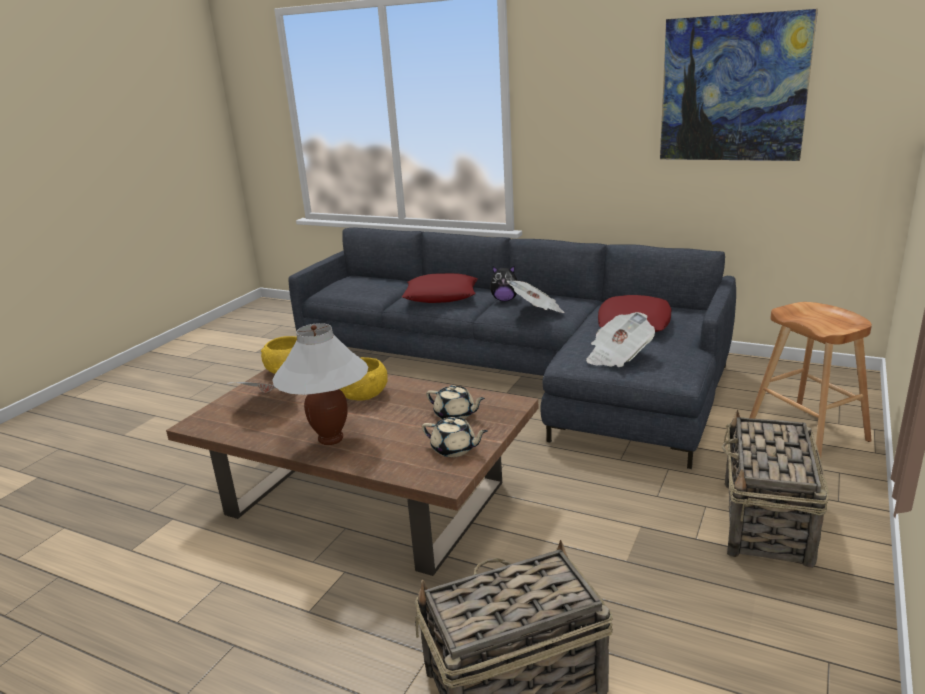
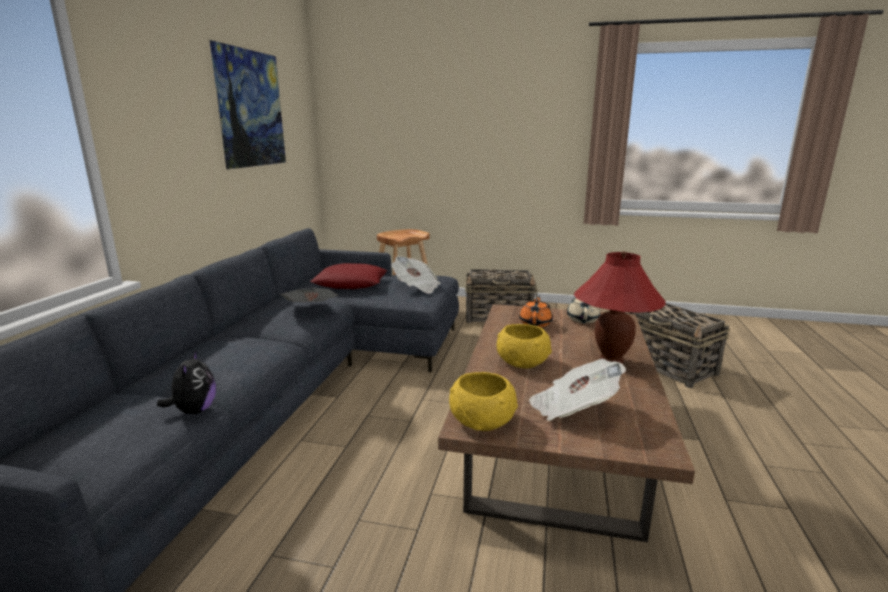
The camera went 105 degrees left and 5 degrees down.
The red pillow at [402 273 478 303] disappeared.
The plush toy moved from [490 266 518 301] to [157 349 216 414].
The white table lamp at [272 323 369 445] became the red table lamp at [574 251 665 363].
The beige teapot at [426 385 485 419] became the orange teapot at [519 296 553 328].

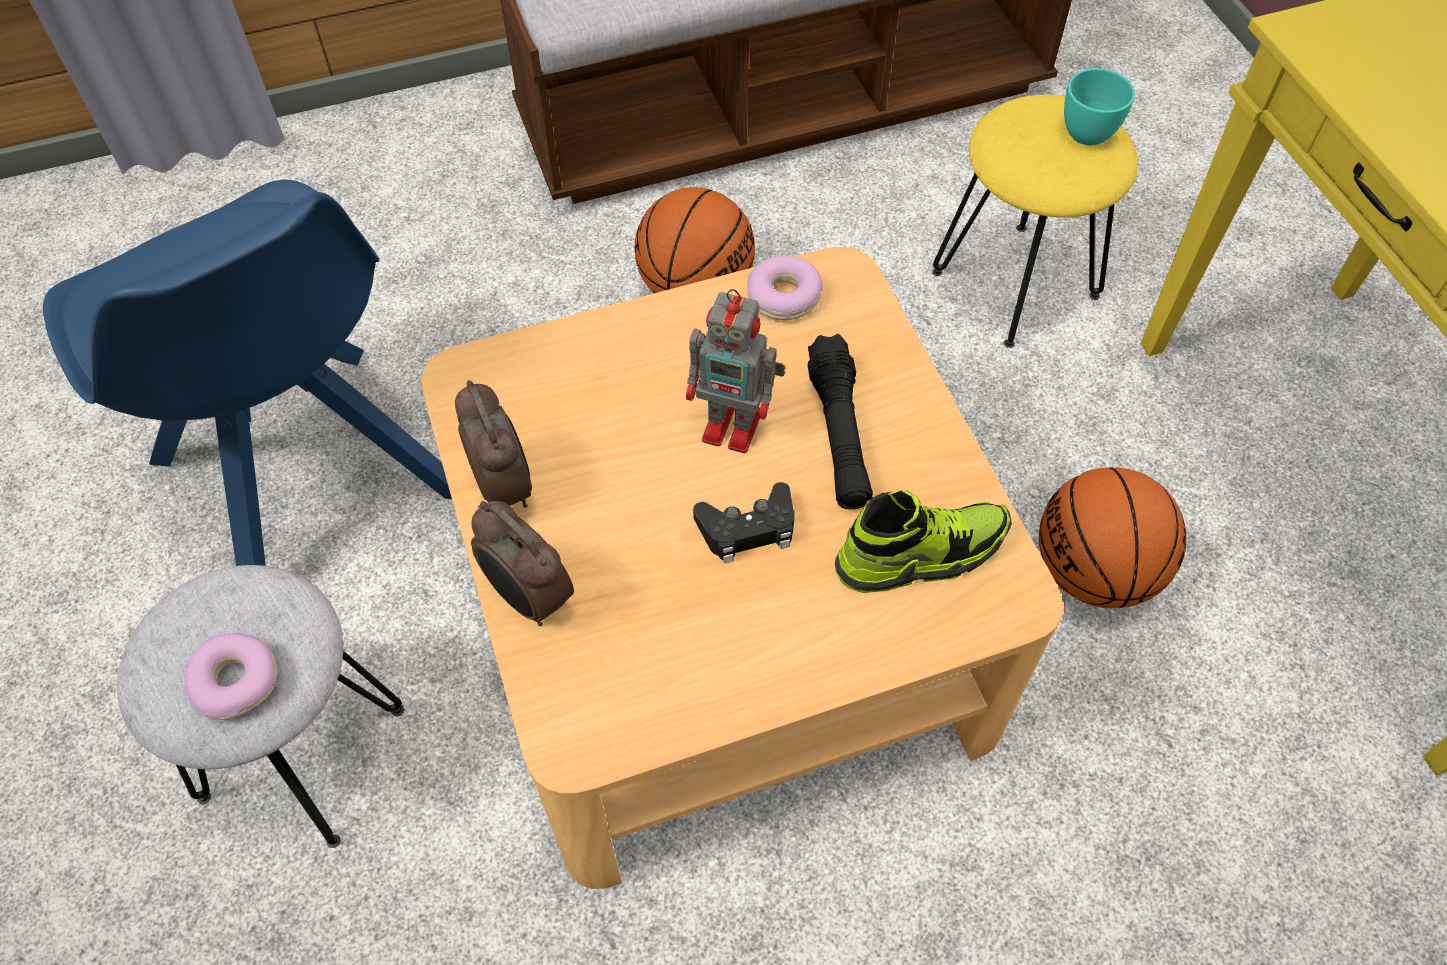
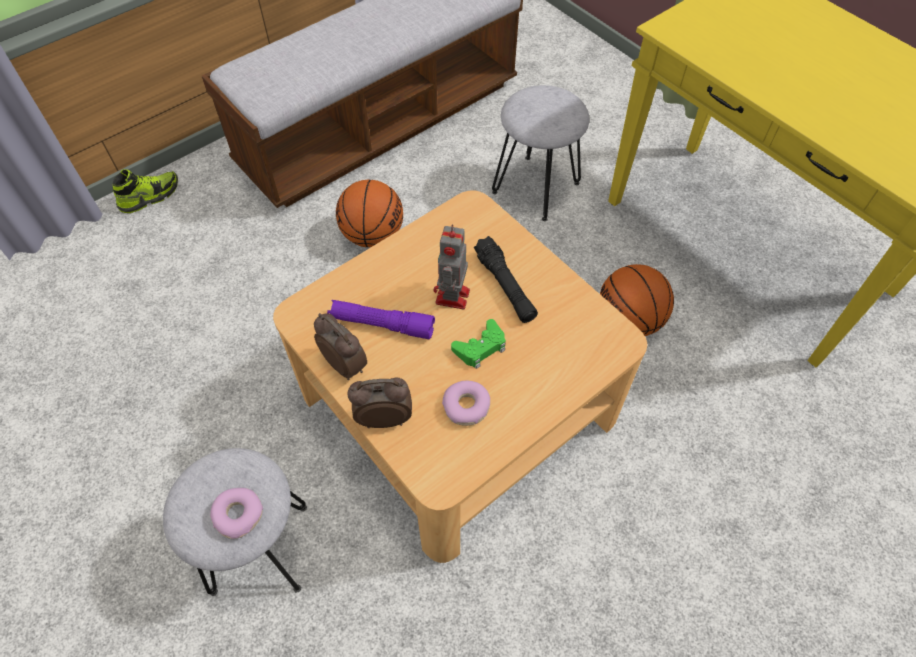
The camera went 20 degrees left and 0 degrees up.
The blue chair at [43 179 452 566] disappeared.
The turquoise cup at [1064 68 1135 145] disappeared.
The purple flashlight at [327 300 435 339] appeared.
The donut moved from [748 255 823 320] to [442 381 490 426].
The shoe moved from [835 490 1012 593] to [112 169 178 213].
The black game controller at [693 482 795 564] became the green game controller at [451 319 506 369].
The yellow stool at [932 95 1138 348] became the grey stool at [492 85 589 221].
The alarm clock at [471 501 574 626] turned 150 degrees clockwise.
The toy robot at [686 289 786 453] turned 105 degrees clockwise.

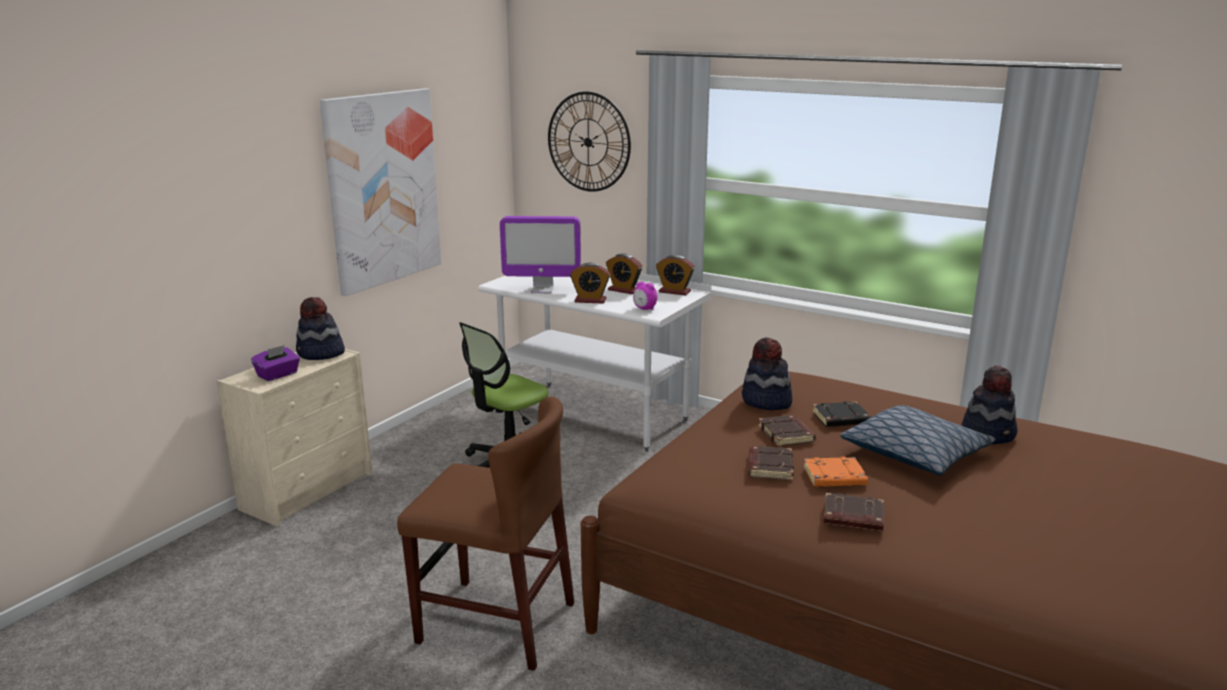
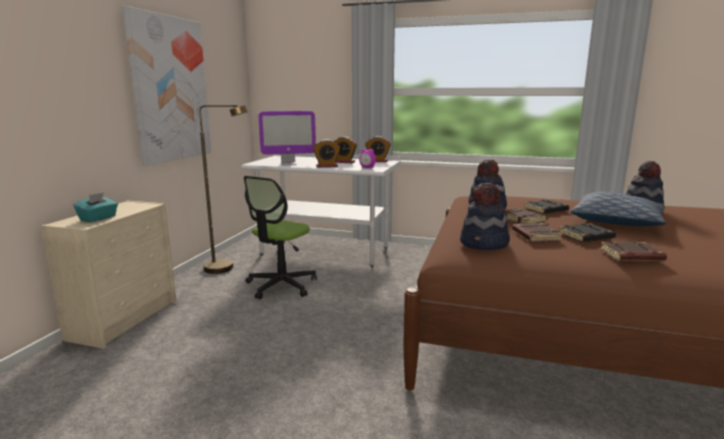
The camera went 15 degrees left and 5 degrees down.
The brown chair at [397 397 574 671] disappeared.
The wall clock at [548 92 631 192] disappeared.
The brown floor lamp at [199 105 248 274] appeared.
The hat moved from [296 297 345 360] to [460 183 510 250].
The purple tissue box at [251 345 300 381] became the turquoise tissue box at [73 192 118 222].
The orange book at [803 457 868 487] became the black book at [559 223 616 242].

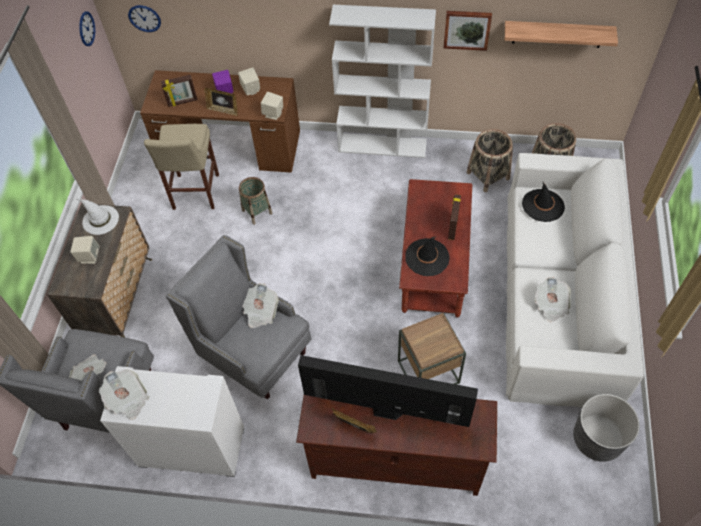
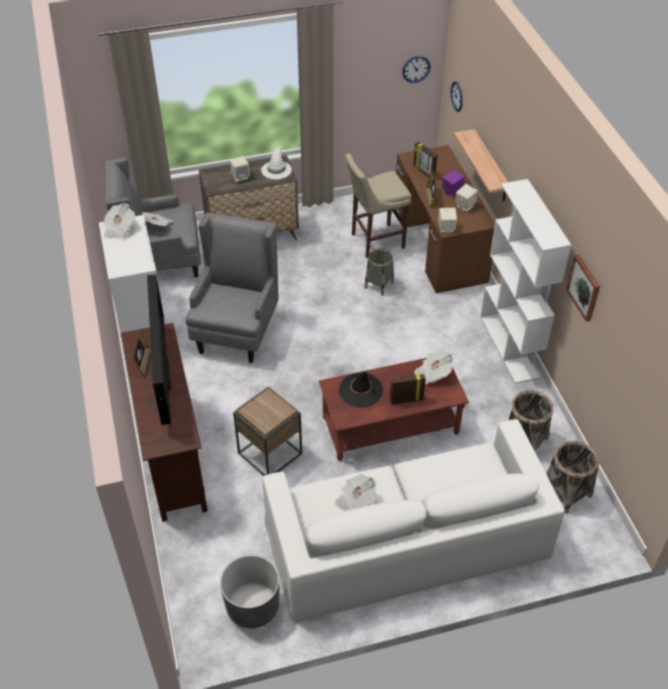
The camera went 65 degrees right and 10 degrees down.
The black hat at [522 182 565 222] disappeared.
The newspaper moved from [243 283 279 328] to [414 350 454 384].
The shelf moved from [505 21 618 48] to [454 129 508 201].

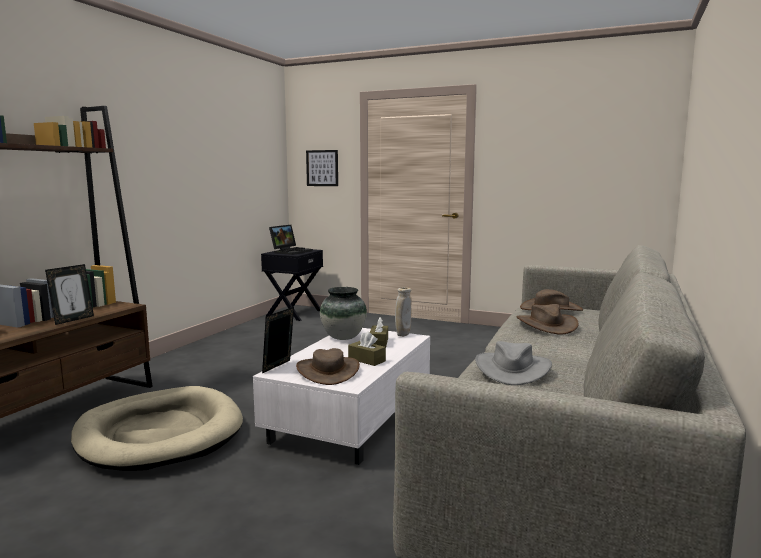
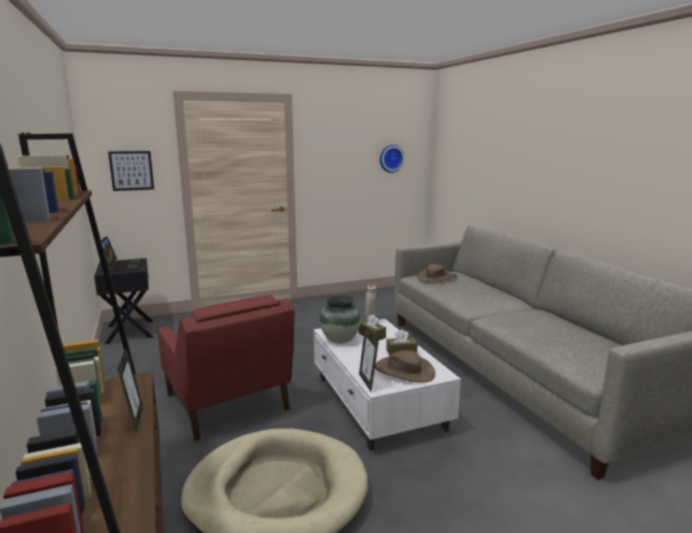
The camera went 45 degrees left and 5 degrees up.
The grey hat at [475 341 552 385] disappeared.
The brown hat at [516 304 579 335] disappeared.
The red armchair at [158 295 295 441] appeared.
The wall clock at [380 145 405 173] appeared.

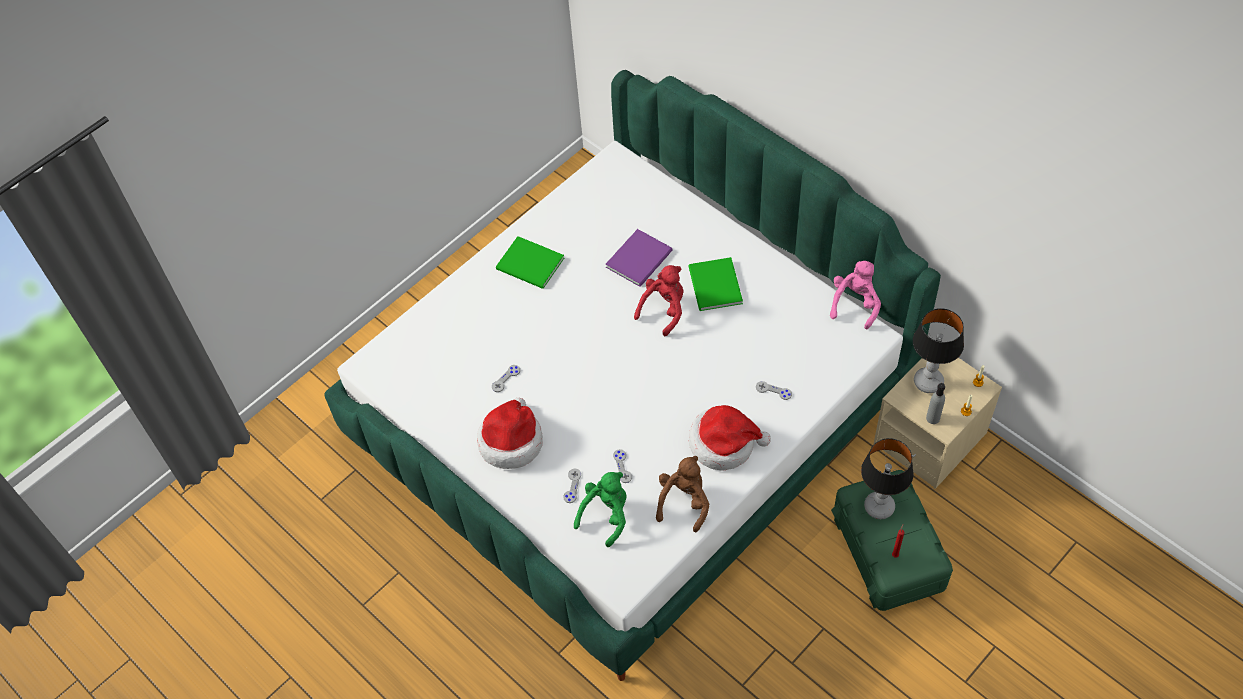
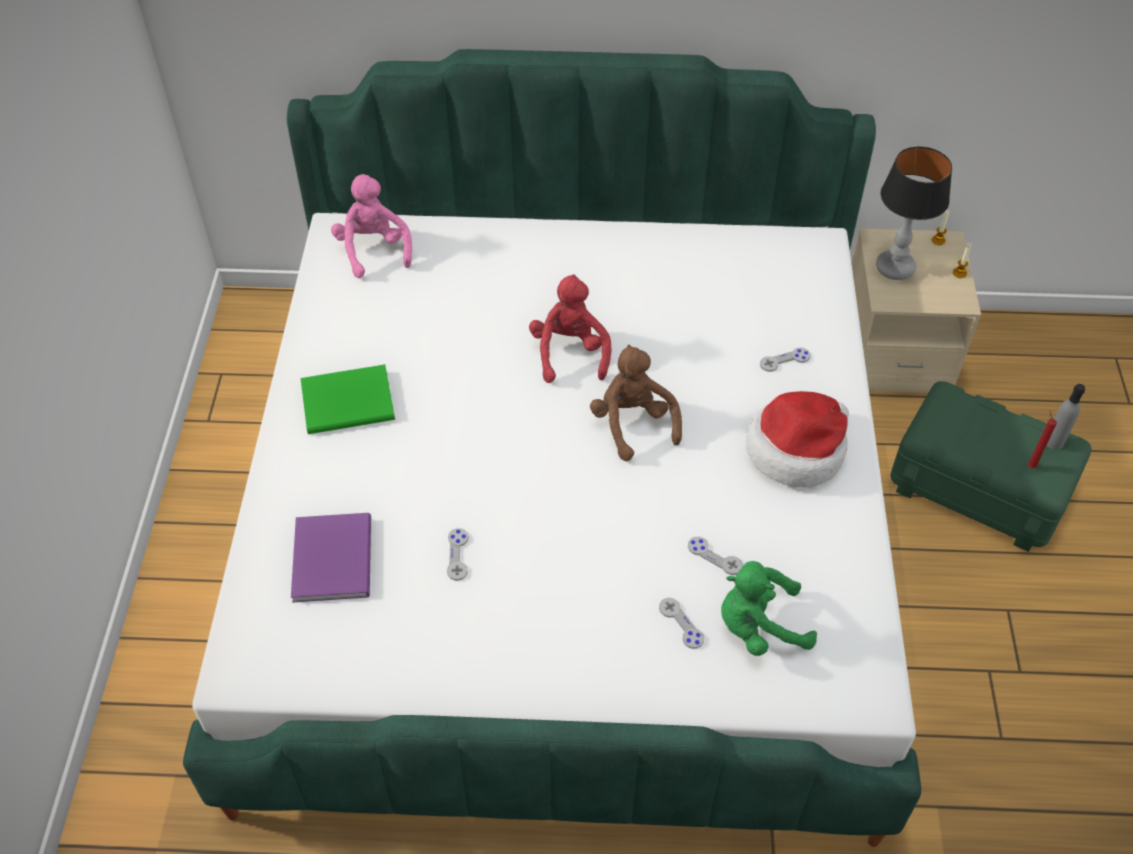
The camera went 45 degrees left and 5 degrees down.
The hat at [477 398 543 469] disappeared.
The green book at [689 257 743 311] disappeared.
The table lamp at [861 438 914 519] disappeared.
The purple book moved from [606 229 672 287] to [291 513 371 603].
The brown plush toy moved from [656 456 709 532] to [590 345 682 461].
The pink plush toy moved from [830 261 881 329] to [331 174 412 278].
The grey bottle moved from [926 383 945 424] to [1047 384 1085 450].
The green plush toy at [574 472 627 547] turned 90 degrees counterclockwise.

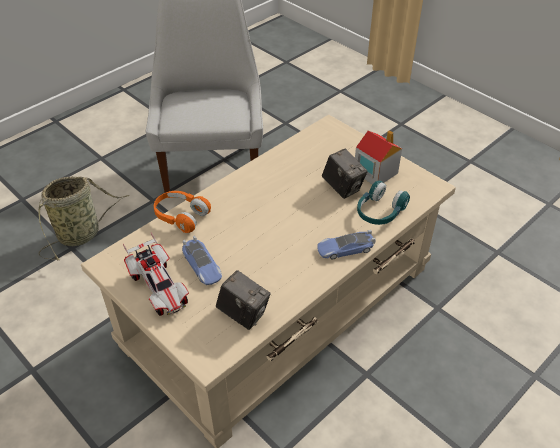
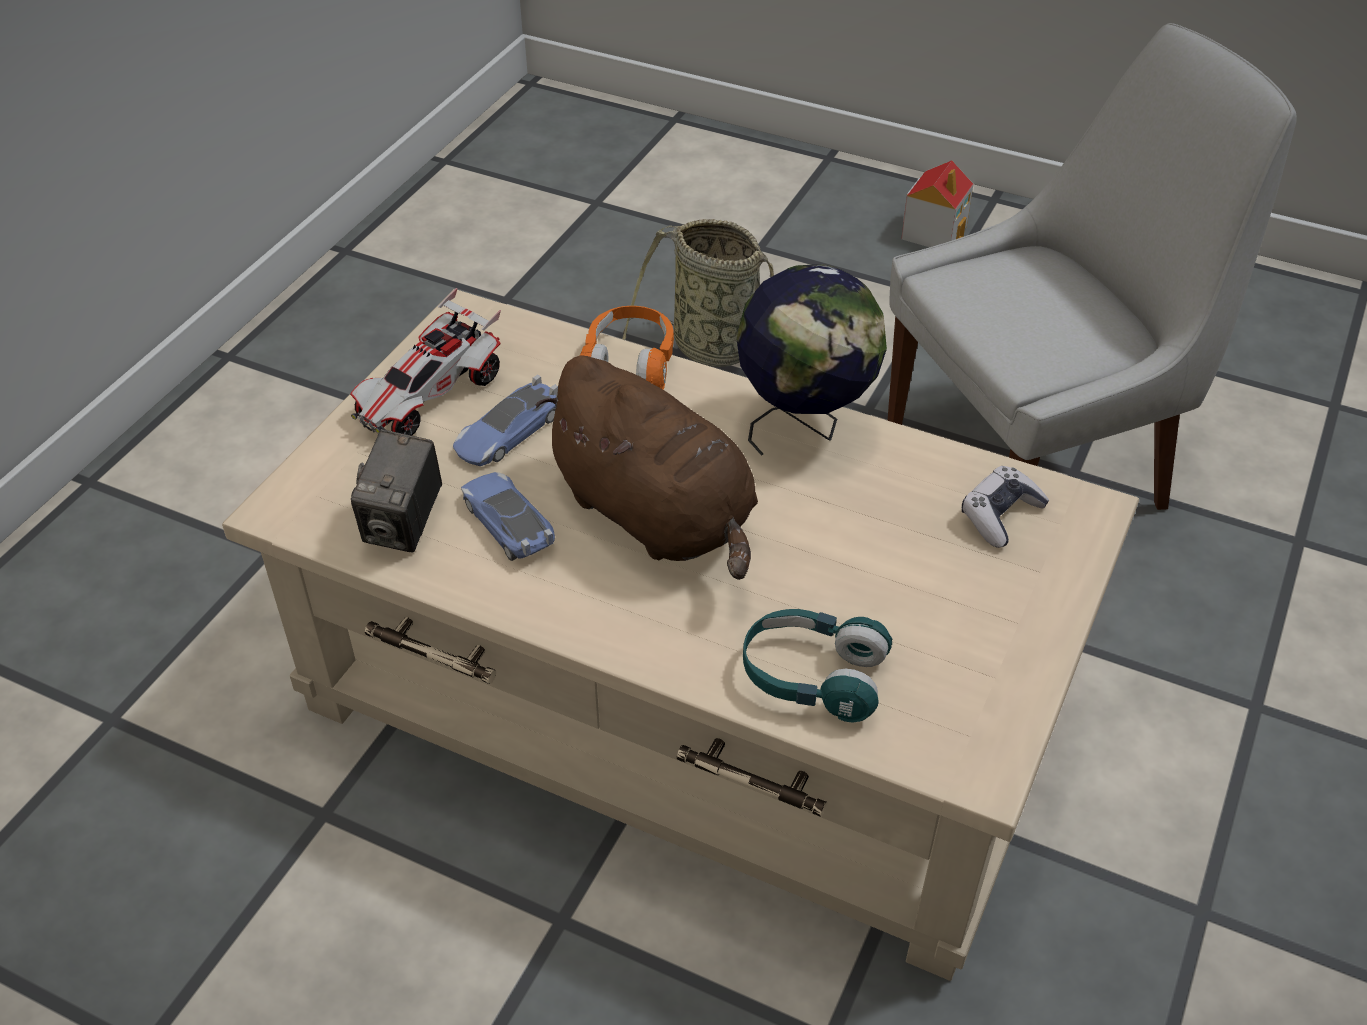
The camera went 70 degrees right and 0 degrees up.
The photo camera at [322 149 368 199] disappeared.
The brown plush toy at [535 356 758 580] appeared.
The globe at [737 264 887 456] appeared.
The game controller at [962 466 1049 548] appeared.
The toy car moved from [317 230 376 260] to [461 472 555 561].
The toy house moved from [355 130 402 185] to [901 160 973 247].

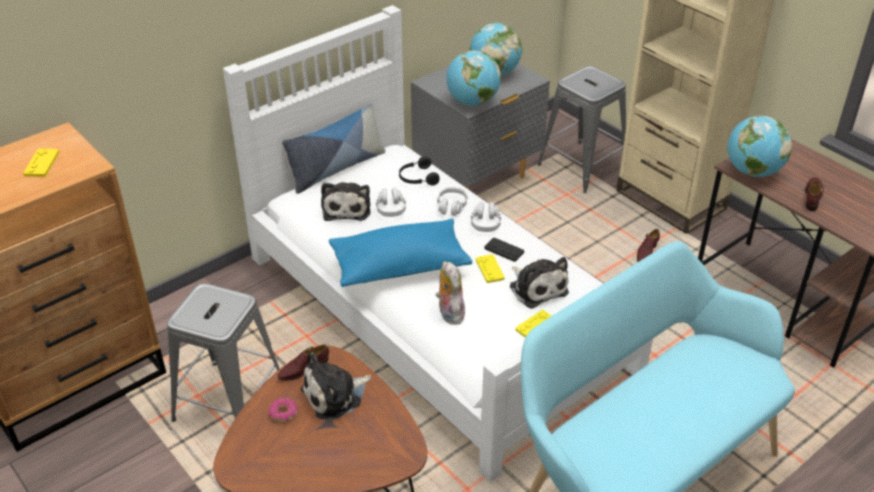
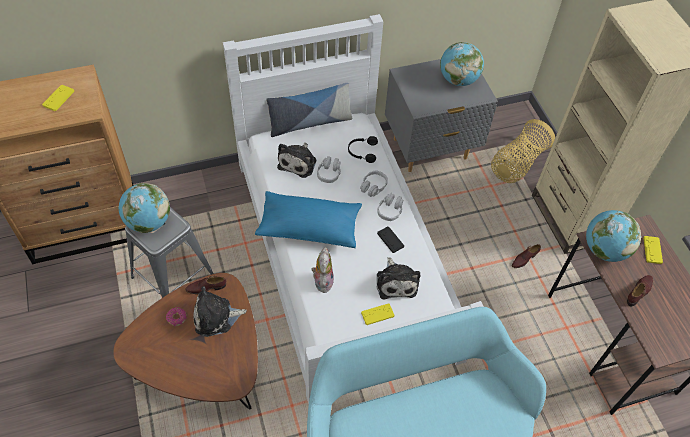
The camera went 20 degrees right and 15 degrees up.
The globe moved from [446 50 501 106] to [119 183 170 233].
The yellow game controller moved from [476 254 505 283] to [643 236 663 264].
The grey stool at [537 66 626 193] was replaced by the basket at [491 119 555 183].

